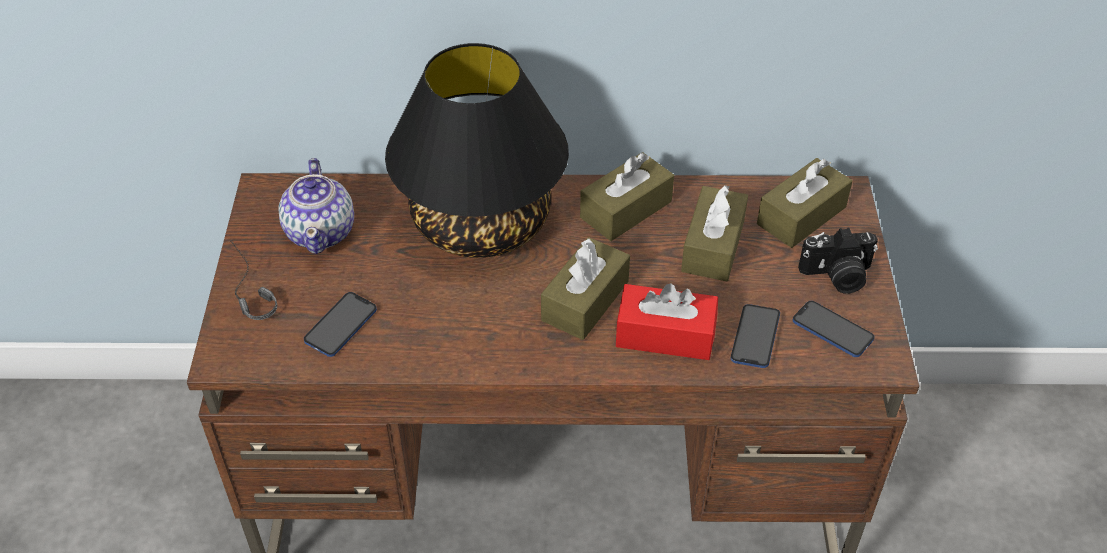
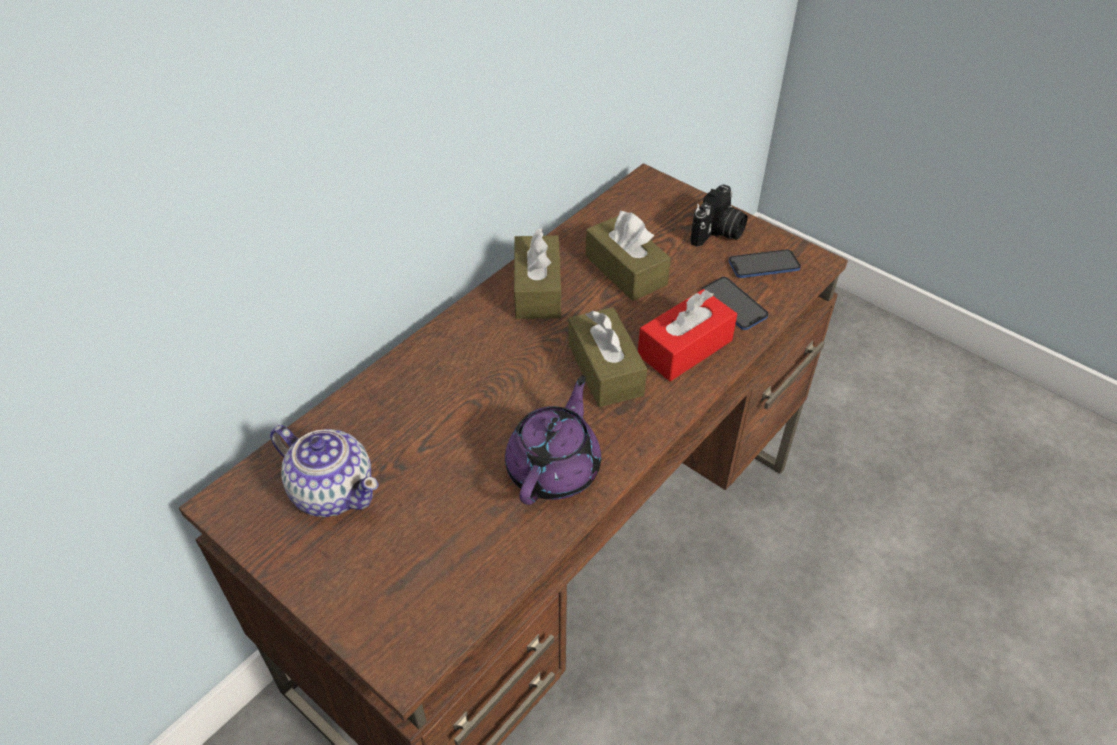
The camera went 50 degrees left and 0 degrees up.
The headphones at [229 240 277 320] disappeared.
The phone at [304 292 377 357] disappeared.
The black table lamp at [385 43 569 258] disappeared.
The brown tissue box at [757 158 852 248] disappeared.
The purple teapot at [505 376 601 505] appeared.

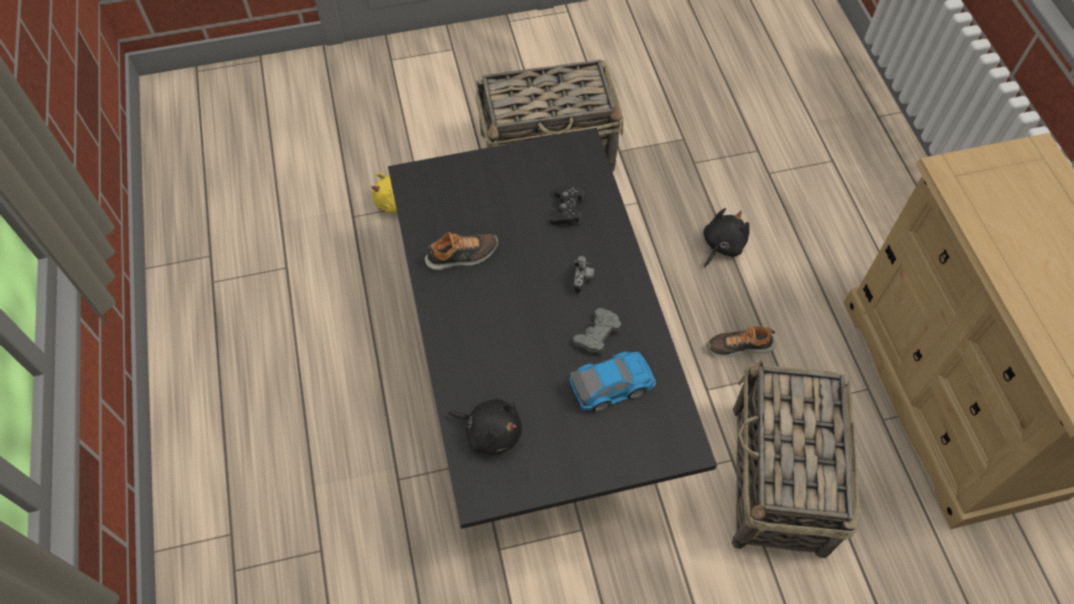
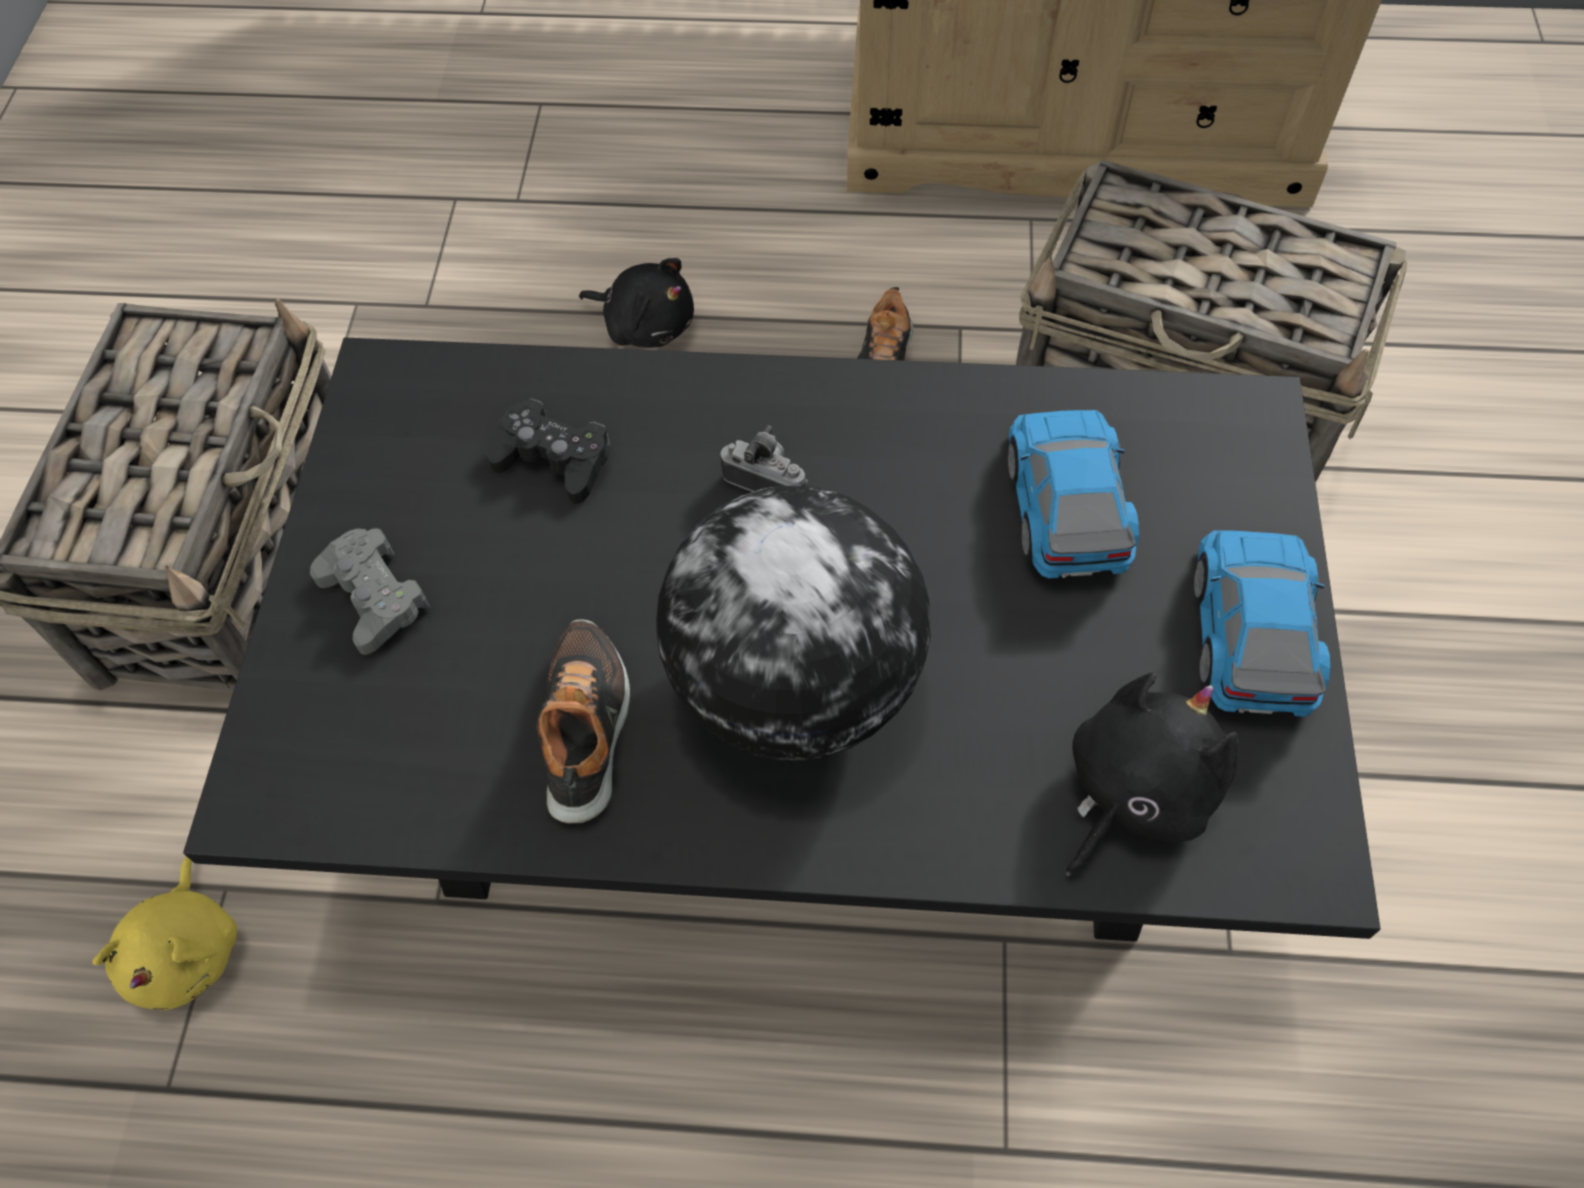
The camera went 70 degrees left and 0 degrees up.
The globe at [656 486 931 760] appeared.
The toy car at [1194 531 1330 717] appeared.
The grey game controller moved from [573 308 621 356] to [310 528 431 655].
The black plush toy at [703 208 750 267] turned 150 degrees clockwise.

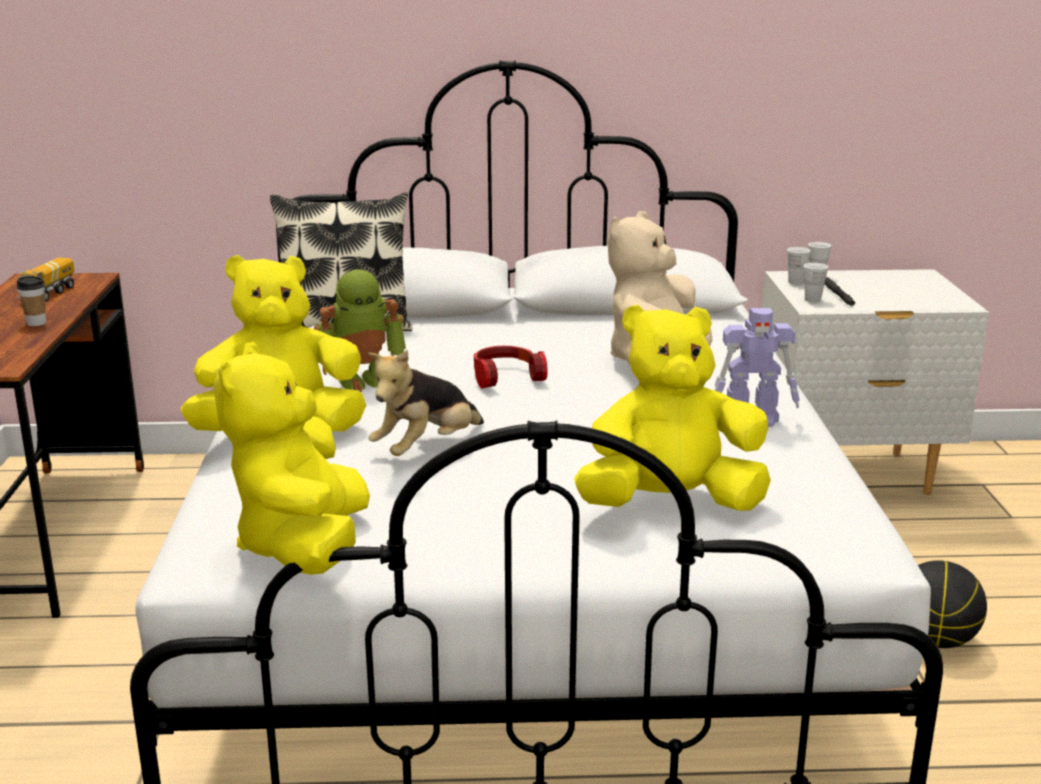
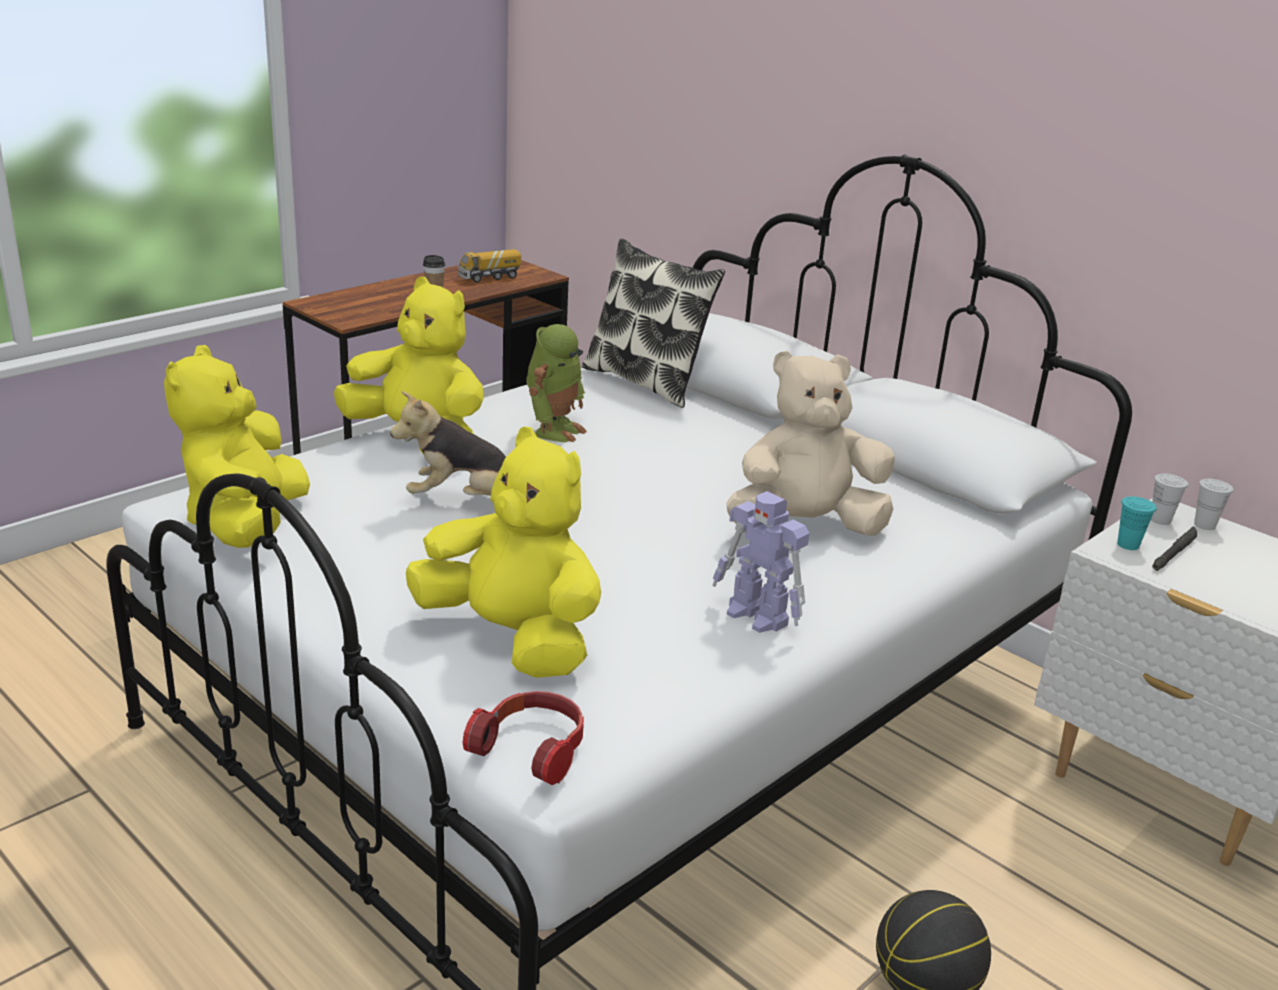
The camera went 45 degrees right and 5 degrees up.
The headphones moved from [474 346 548 389] to [462 691 584 785].
The white cup at [803 263 829 302] became the turquoise cup at [1117 496 1157 550].
The yellow plush toy at [213 342 370 575] turned 45 degrees counterclockwise.
The toy robot at [314 269 406 392] turned 90 degrees counterclockwise.

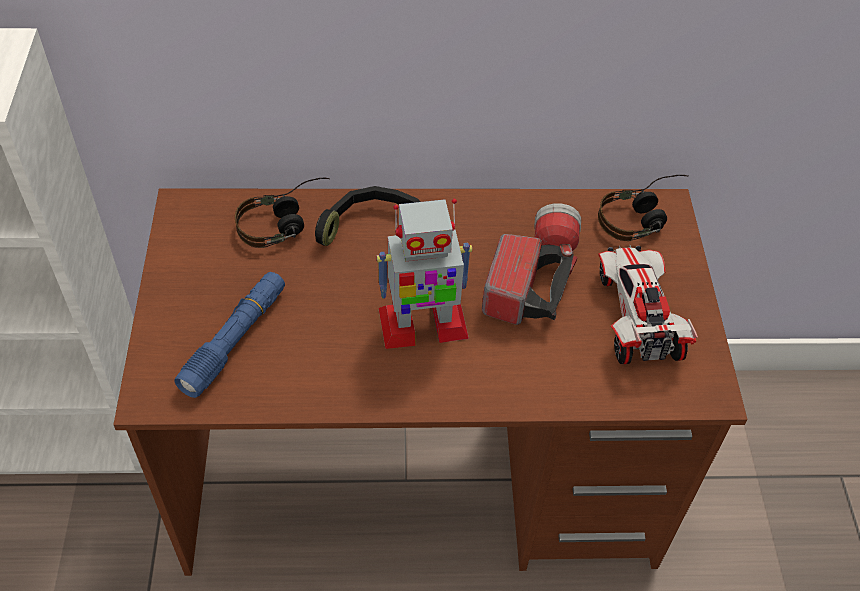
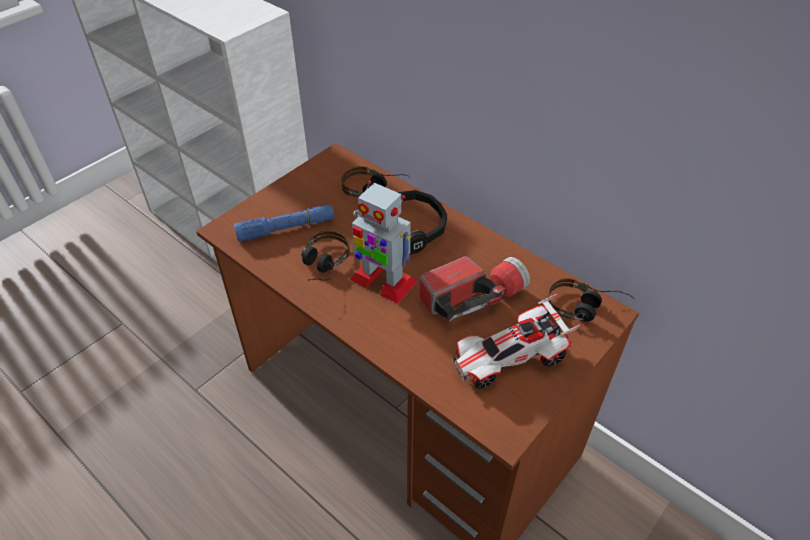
The camera went 45 degrees right and 5 degrees down.
The headphones at [301 231 350 281] appeared.
The toy car at [598 245 698 364] turned 150 degrees counterclockwise.

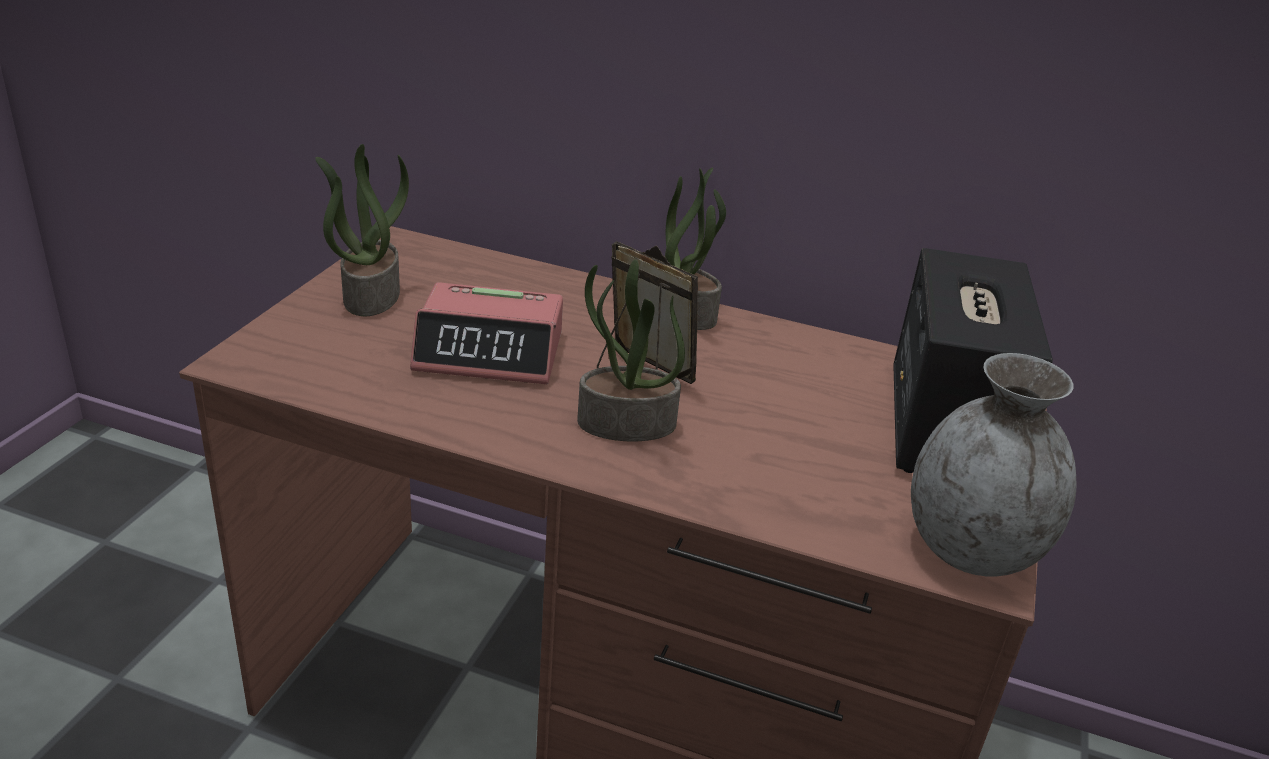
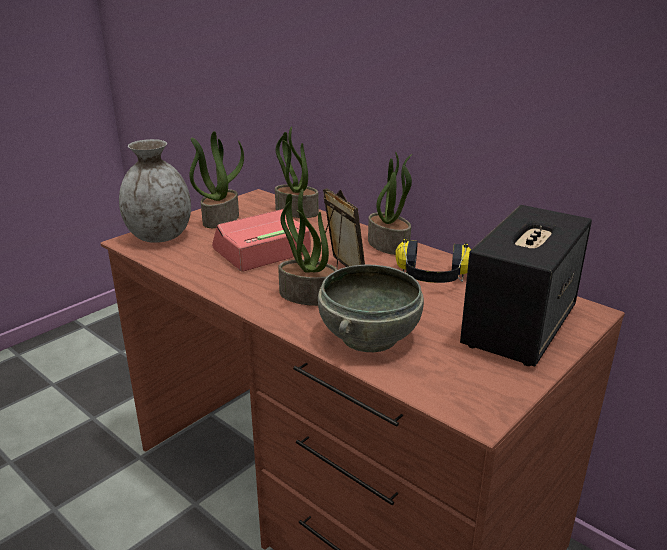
The camera went 25 degrees right and 5 degrees down.
The potted plant at [275 126 319 218] appeared.
The grey bowl at [318 264 424 352] appeared.
The headphones at [395 238 471 283] appeared.
The grey vase moved from [911 353 1076 577] to [119 139 191 243].
The alarm clock at [410 282 563 384] turned 120 degrees clockwise.

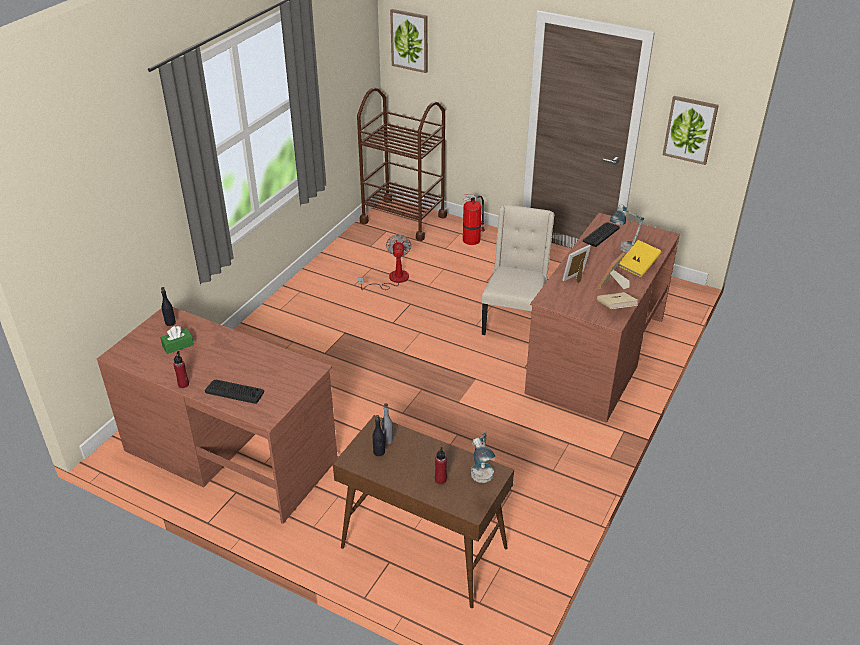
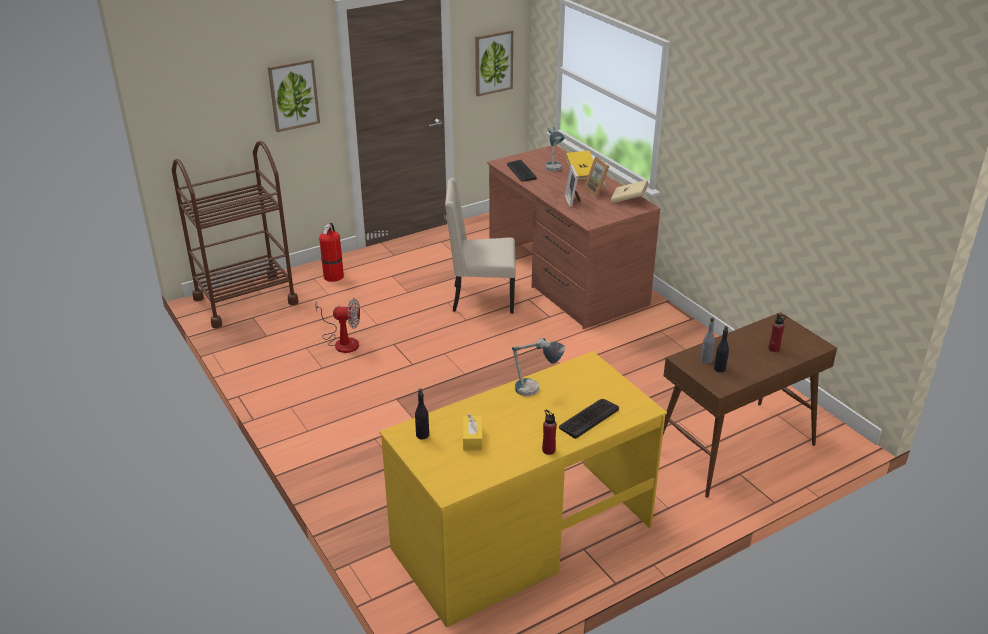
The camera went 60 degrees left and 5 degrees down.
The picture moved from [390 9 428 73] to [268 59 320 132].
The table lamp moved from [471 432 495 483] to [512 338 565 396].
The brown desk at [97 307 338 524] became the yellow desk at [379 351 667 627].
The green tissue box at [160 326 194 354] became the yellow tissue box at [463 414 482 451].
The fan at [358 235 412 290] turned 150 degrees clockwise.
The beige chair at [482 205 555 335] turned 45 degrees counterclockwise.

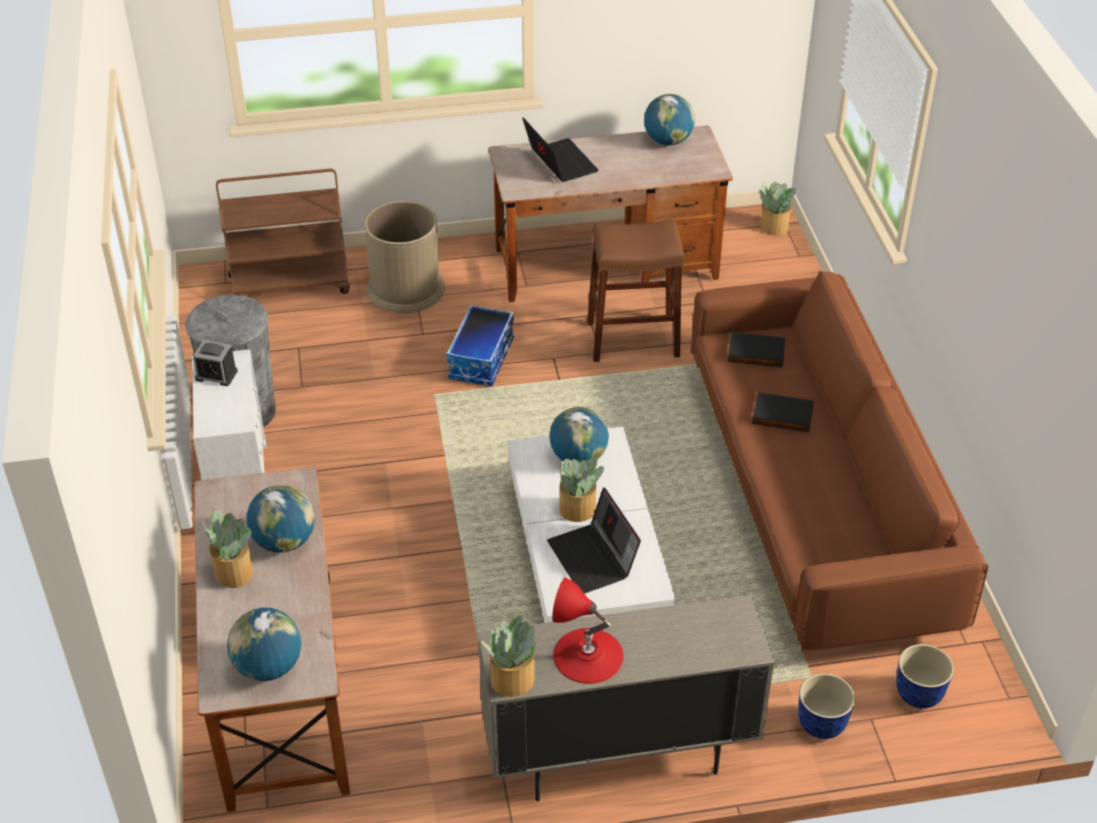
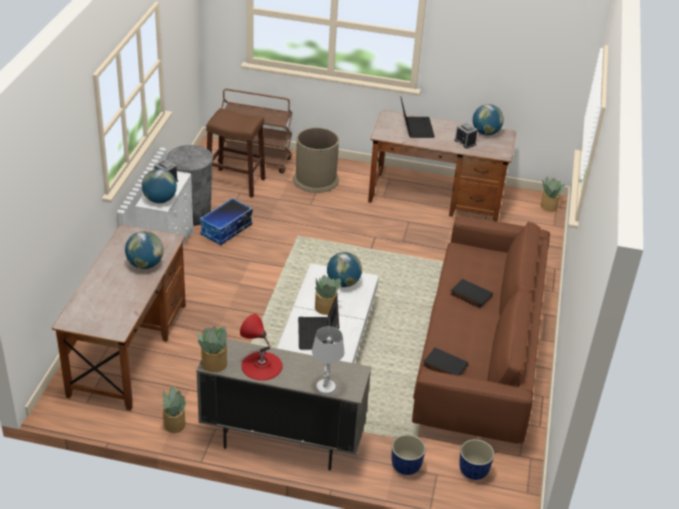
The camera went 20 degrees right and 5 degrees down.
The white table lamp at [312 326 345 395] appeared.
The alarm clock at [454 123 478 149] appeared.
The potted plant moved from [201 509 253 588] to [162 386 186 433].
The globe moved from [227 608 301 681] to [142 169 177 203].
The storage box moved from [446 305 514 386] to [199 198 253 245].
The brown stool moved from [587 219 684 362] to [206 108 265 198].
The black book moved from [728 332 785 367] to [422 347 468 376].

